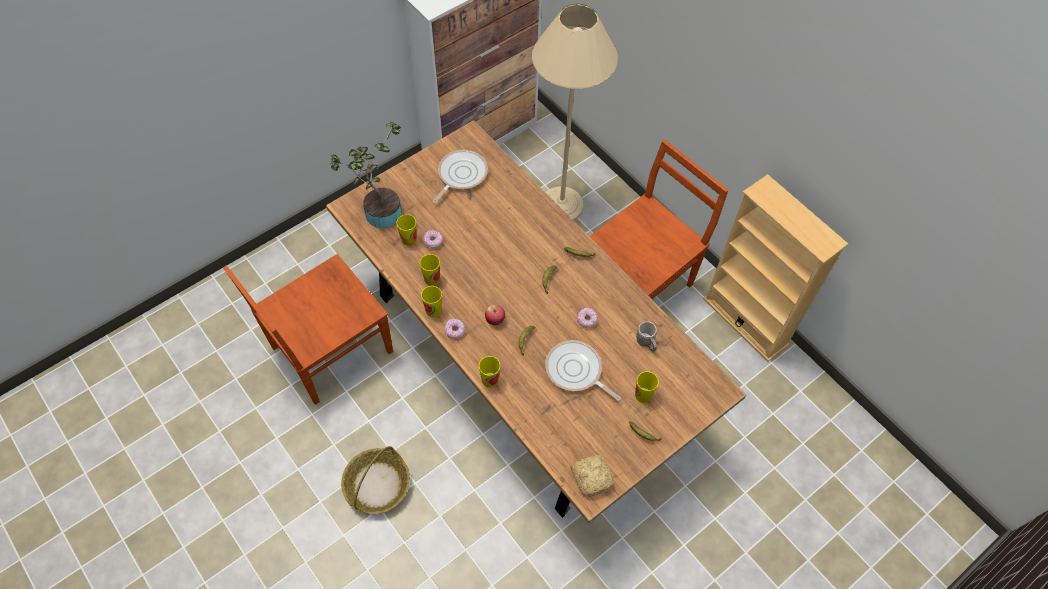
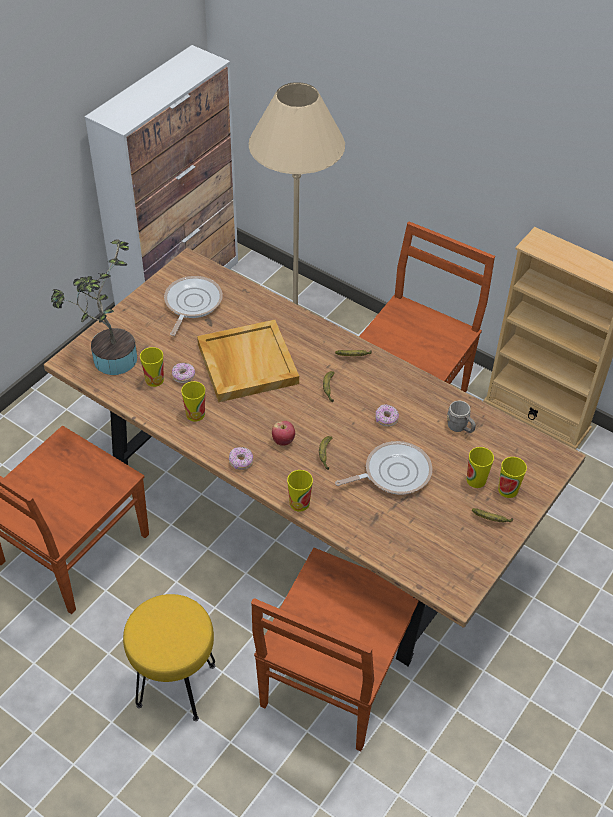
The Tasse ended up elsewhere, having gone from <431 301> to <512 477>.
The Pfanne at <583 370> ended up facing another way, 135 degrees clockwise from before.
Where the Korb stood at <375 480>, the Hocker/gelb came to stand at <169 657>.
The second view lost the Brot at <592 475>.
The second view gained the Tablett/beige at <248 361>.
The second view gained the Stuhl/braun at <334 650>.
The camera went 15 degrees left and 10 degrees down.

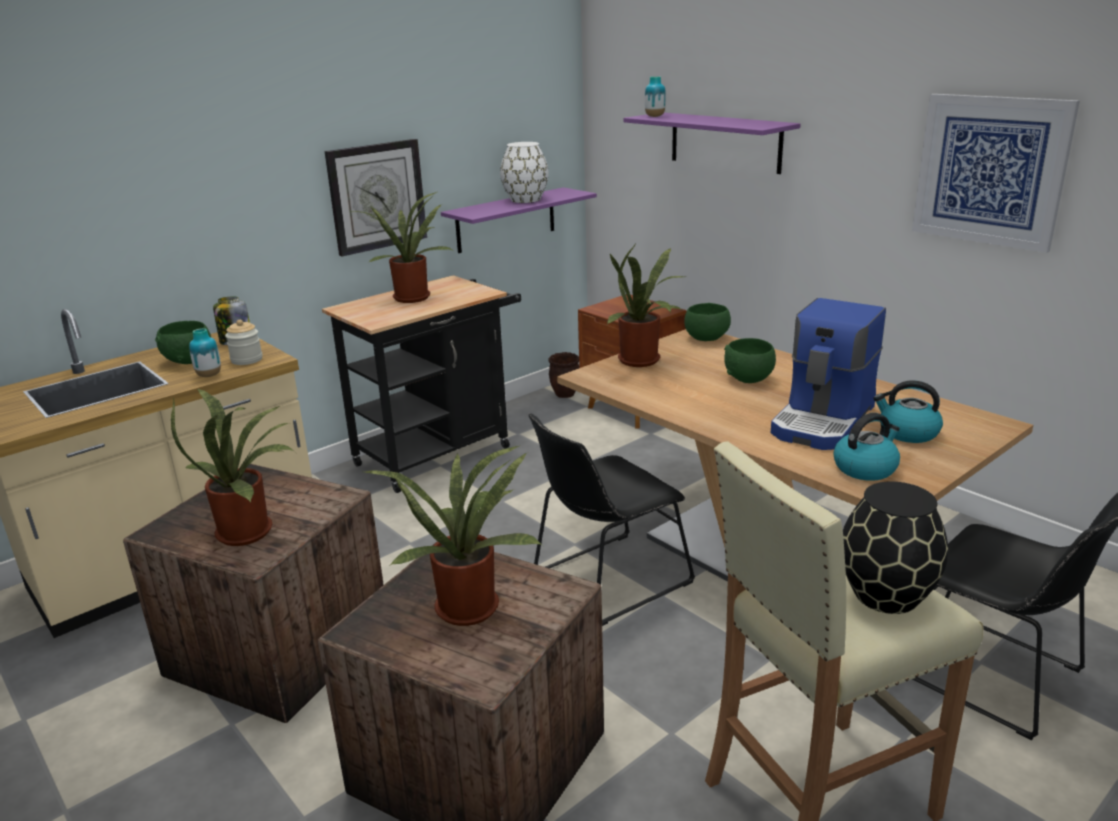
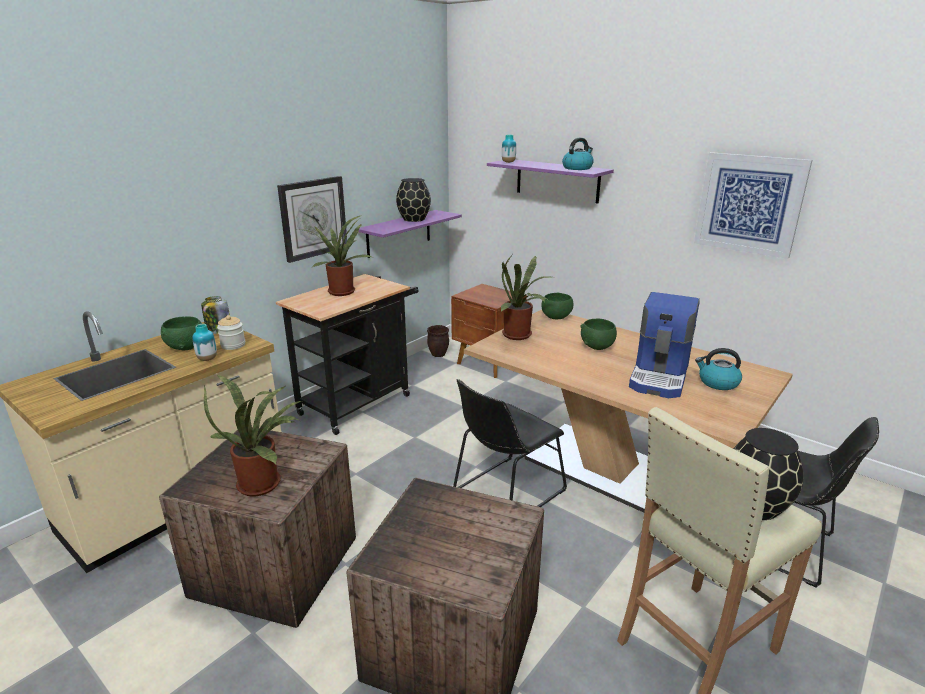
What was the Vase/weiß at <524 172> turned into the Vase/schwarz at <413 200>.
The Wasserkessel ended up elsewhere, having gone from <866 447> to <578 154>.
The second view lost the Topfpflanze at <452 536>.
The camera went 10 degrees left and 0 degrees up.

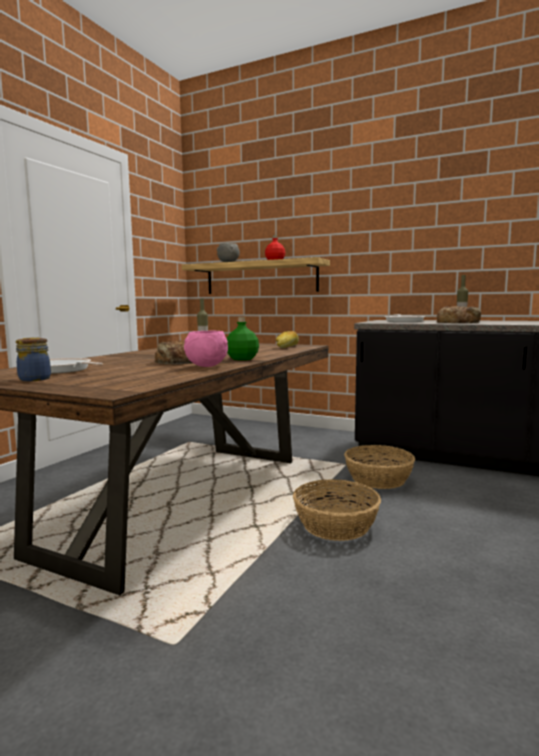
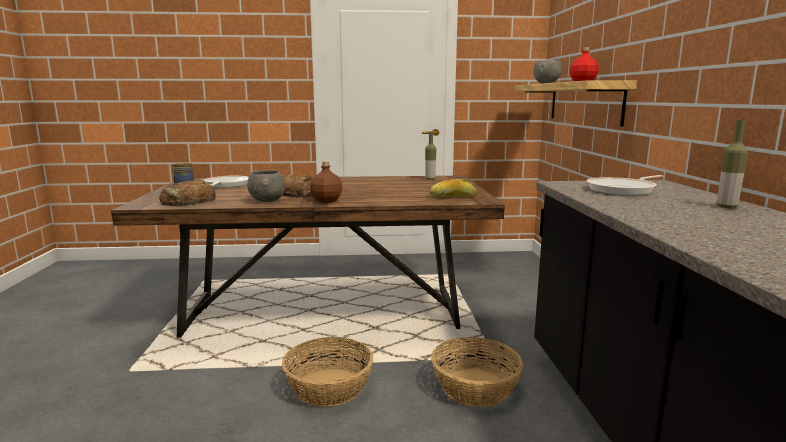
The Brot ended up elsewhere, having gone from <459 314> to <187 192>.
What was the Flasche/grün at <243 338> turned into the Flasche/braun at <326 182>.
What was the Schüssel/rosa at <206 349> turned into the Schüssel/grau at <266 186>.
The camera went 60 degrees right and 5 degrees up.

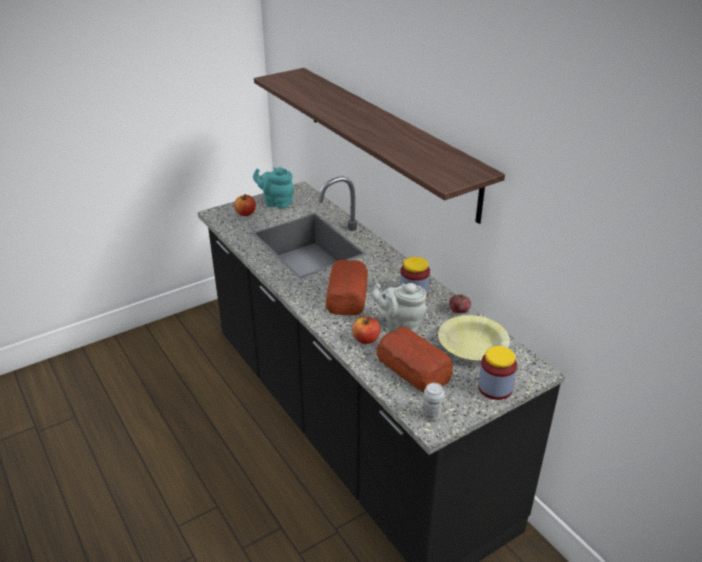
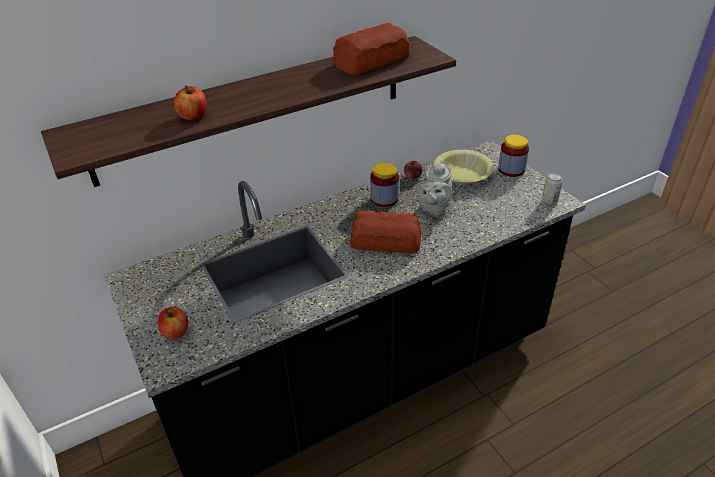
The second view lost the Teekanne/türkis at <273 188>.
The Apfel ended up elsewhere, having gone from <366 330> to <190 102>.
The Brot ended up elsewhere, having gone from <415 359> to <371 49>.
The camera went 85 degrees left and 5 degrees up.

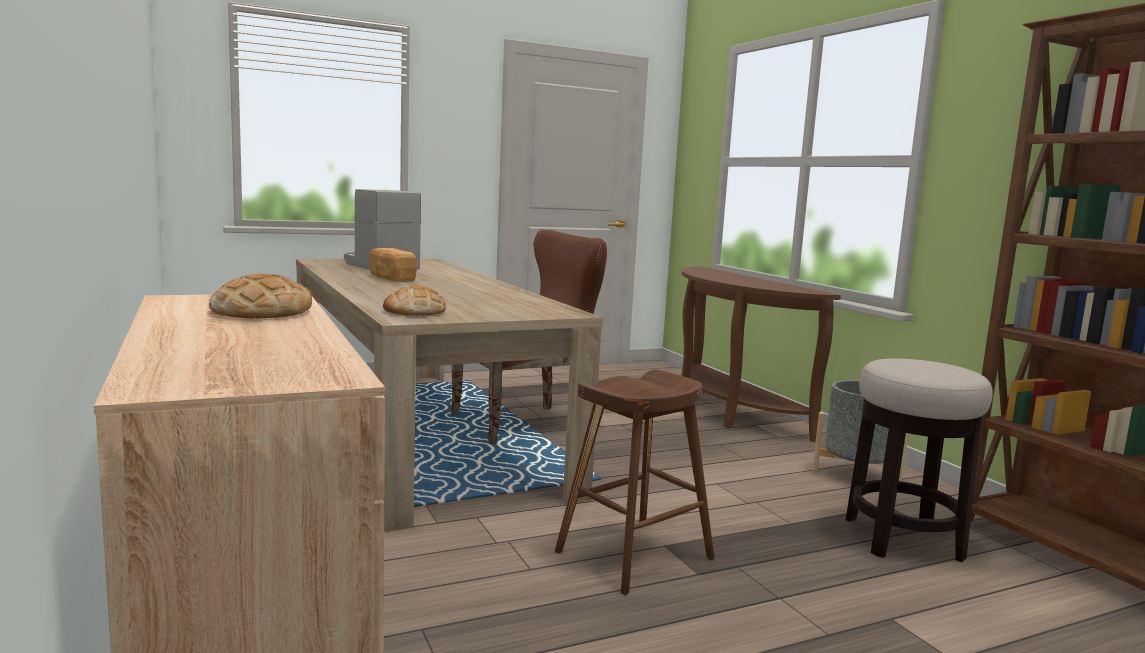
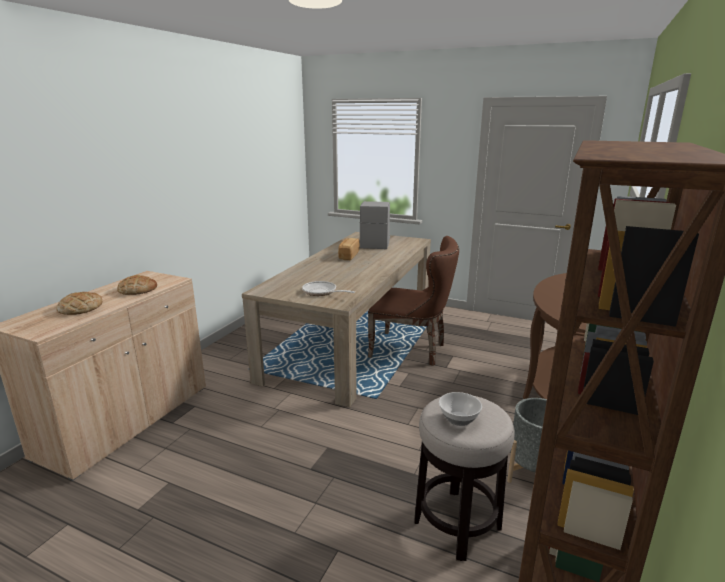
The Brot ended up elsewhere, having gone from <414 300> to <79 303>.
The second view lost the Hocker/braun at <634 482>.
The second view gained the Pfanne at <328 288>.
The second view gained the Schüssel at <460 409>.
The camera went 50 degrees right and 10 degrees up.

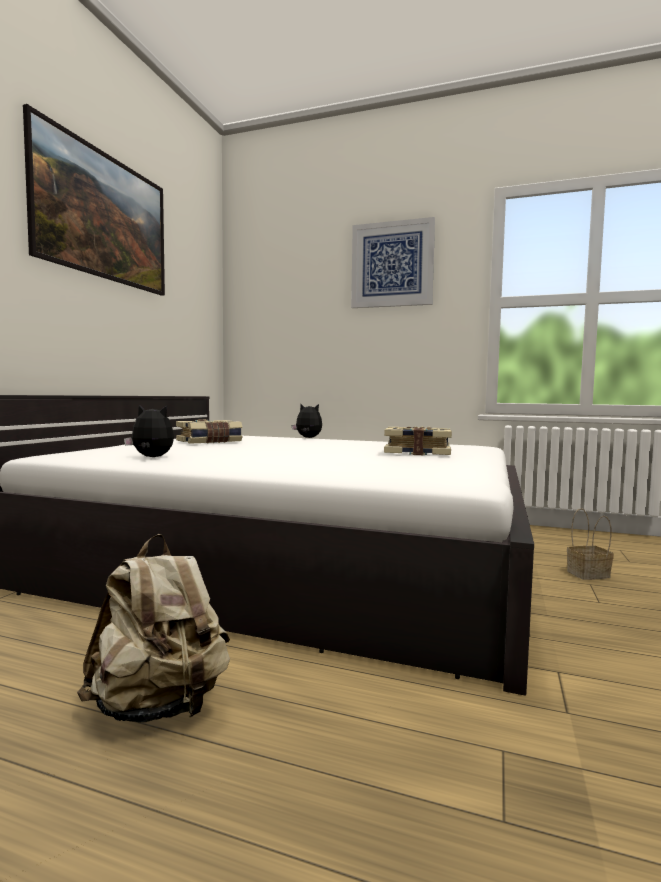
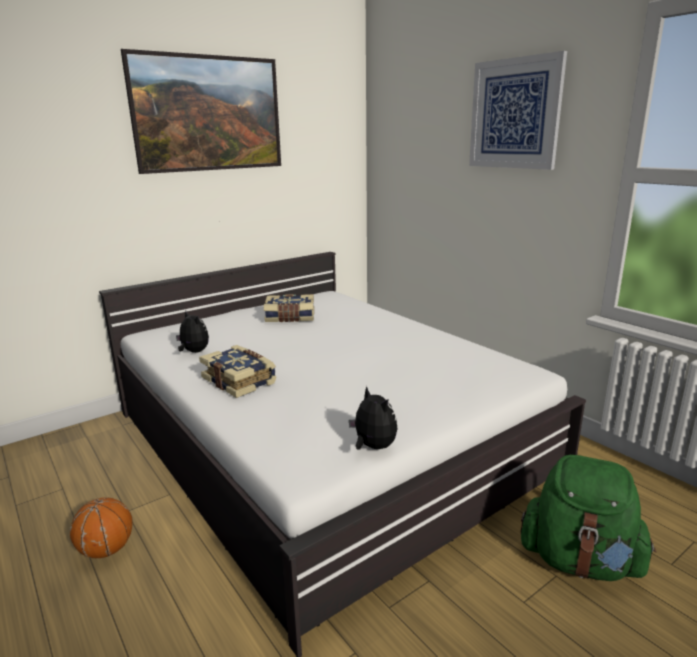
The Plüschtier ended up elsewhere, having gone from <307 421> to <373 418>.
The Buch ended up elsewhere, having gone from <418 440> to <238 371>.
Where the Korb stood at <590 544>, the Rucksack/grün came to stand at <588 518>.
Where the Rucksack/beige stood at <153 628>, the Basketball came to stand at <101 528>.
The camera went 35 degrees right and 15 degrees up.

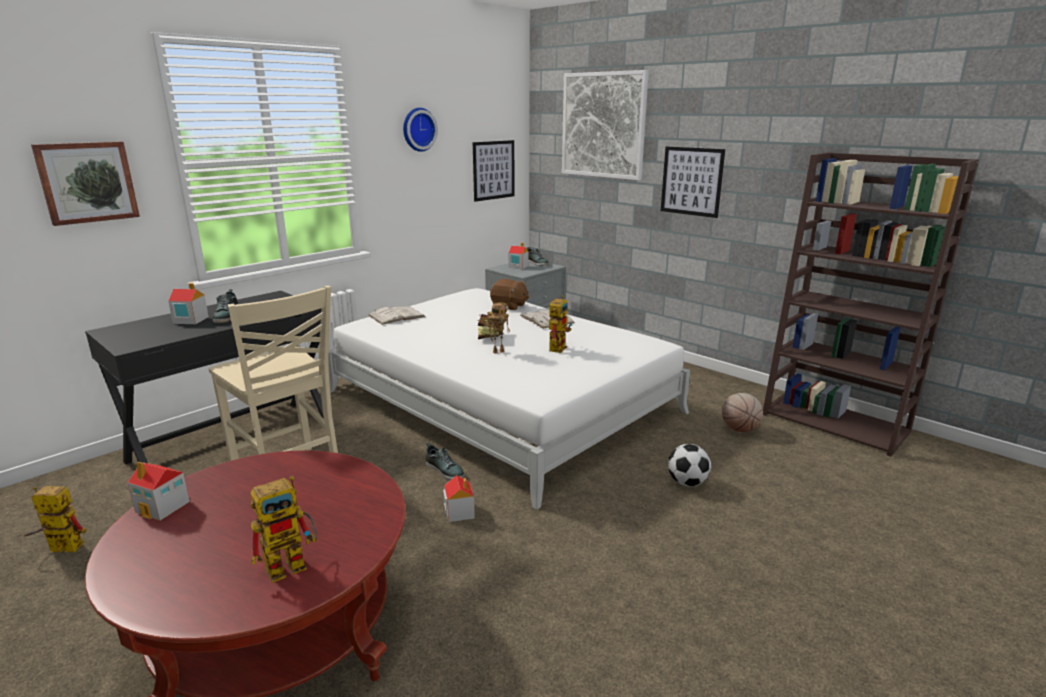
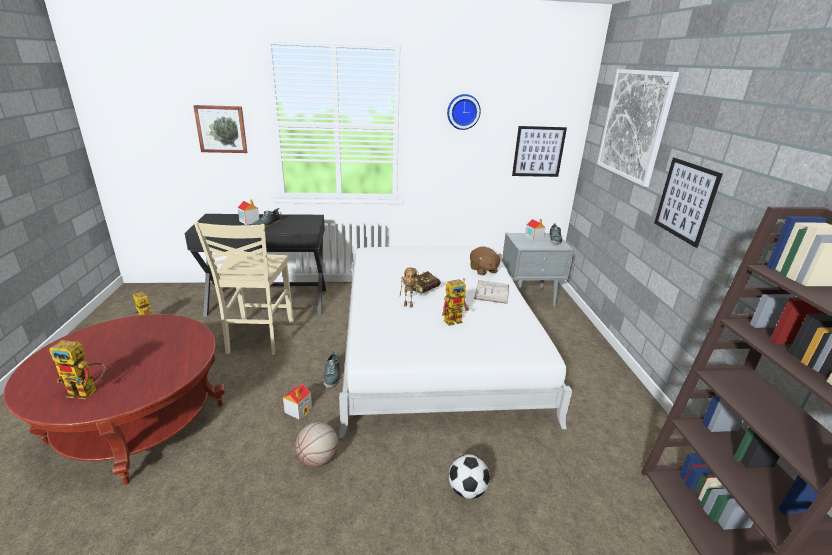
The second view lost the Buch/weiß at <397 315>.
The Basketball ended up elsewhere, having gone from <742 412> to <316 444>.
The second view lost the Spielzeughaus at <159 491>.
The camera went 40 degrees right and 5 degrees up.

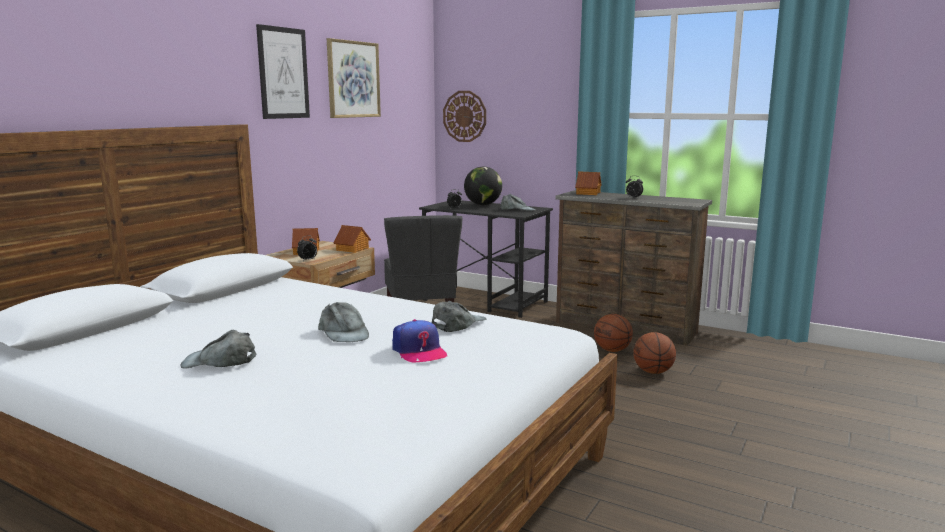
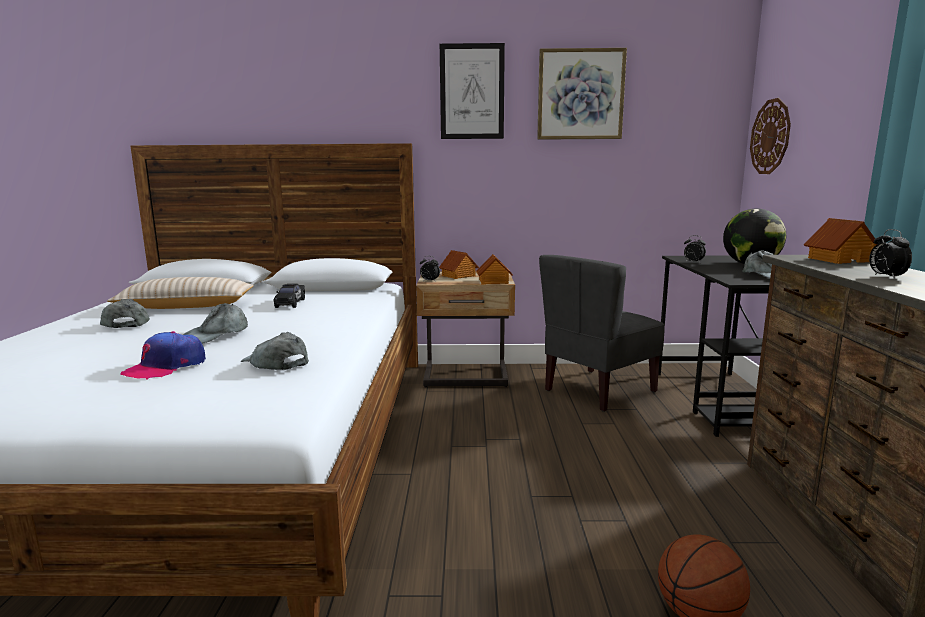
The Kappe/grau at <459 316> ended up facing another way, 150 degrees counterclockwise from before.
The second view lost the Basketball at <613 333>.
The second view gained the Kissen/beige at <180 293>.
The second view gained the Spielzeugauto/schwarz at <289 296>.
The camera went 60 degrees right and 0 degrees up.

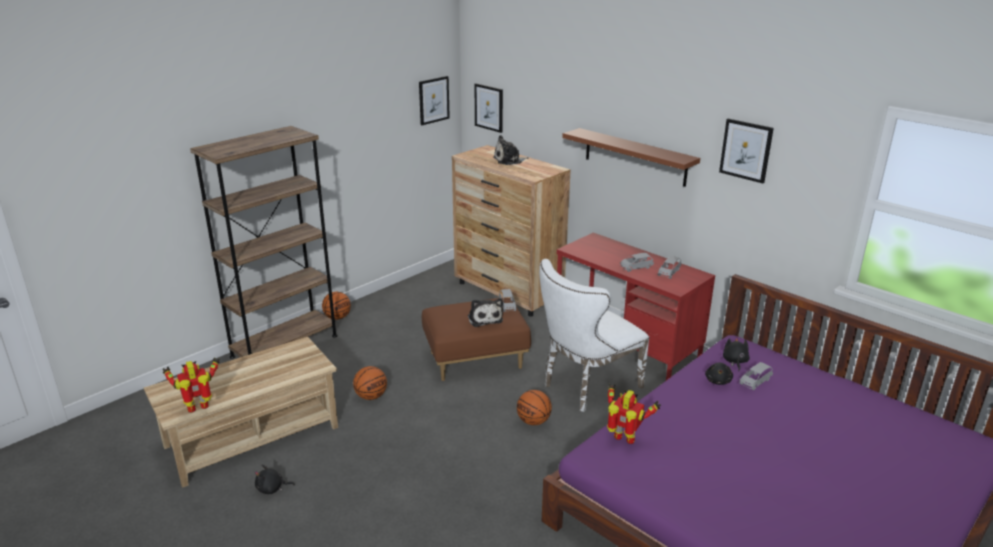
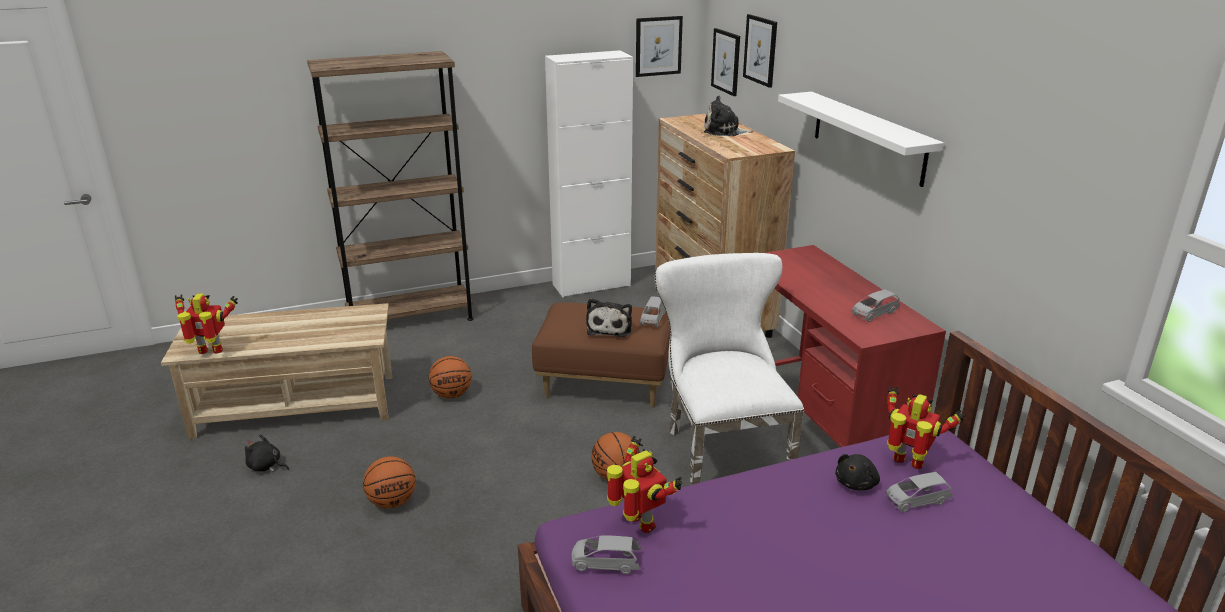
The Bild ended up elsewhere, having gone from <746 151> to <760 51>.
What was the Wandregal/braun at <631 157> turned into the Wandregal/weiß at <861 139>.
The Spielzeugauto/grau ended up elsewhere, having gone from <637 262> to <606 554>.
The Stuhl/weiß at <594 335> ended up facing another way, 90 degrees clockwise from before.
The Basketball ended up elsewhere, having gone from <336 306> to <389 482>.
Where the Plüschtier/schwarz stood at <736 354>, the Spielzeugroboter came to stand at <926 427>.
The second view gained the Schrank/weiß at <589 173>.
The camera went 25 degrees right and 0 degrees up.

